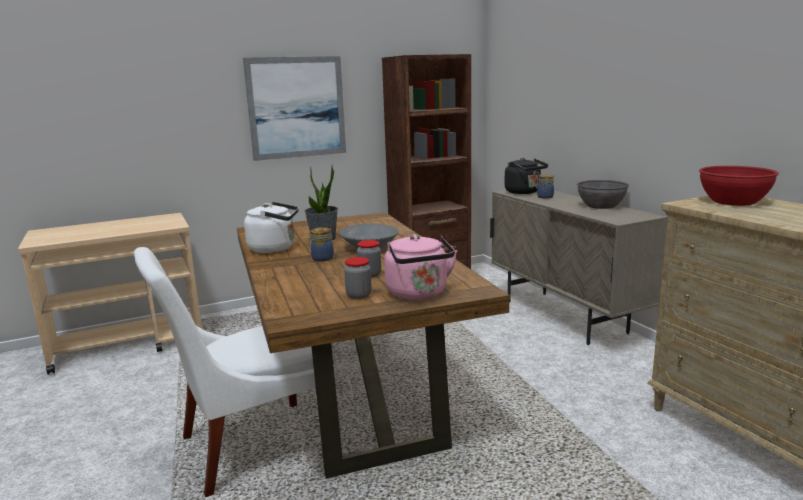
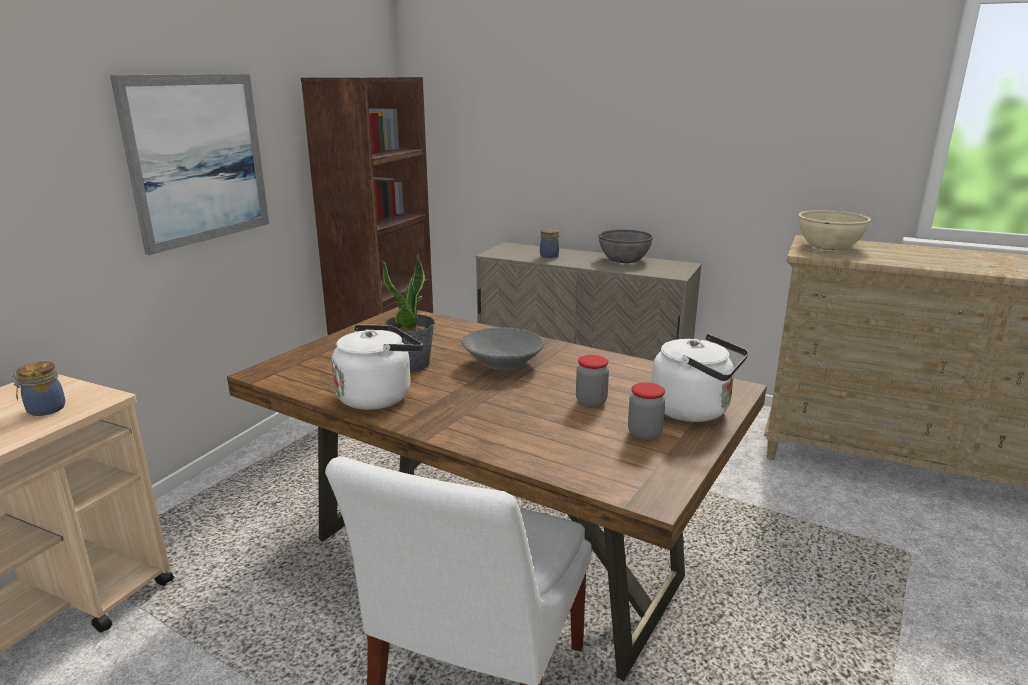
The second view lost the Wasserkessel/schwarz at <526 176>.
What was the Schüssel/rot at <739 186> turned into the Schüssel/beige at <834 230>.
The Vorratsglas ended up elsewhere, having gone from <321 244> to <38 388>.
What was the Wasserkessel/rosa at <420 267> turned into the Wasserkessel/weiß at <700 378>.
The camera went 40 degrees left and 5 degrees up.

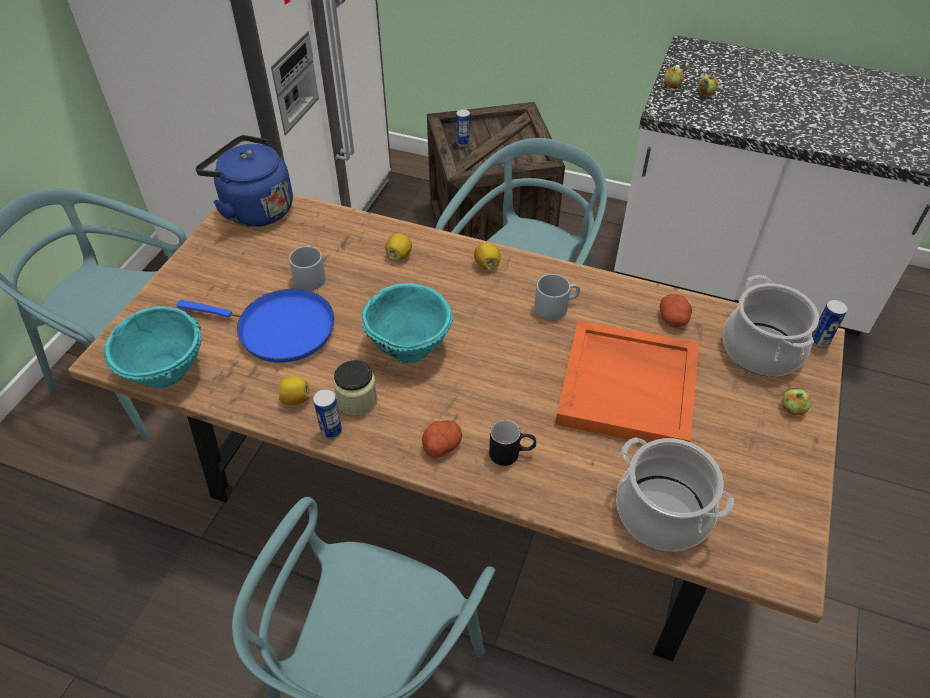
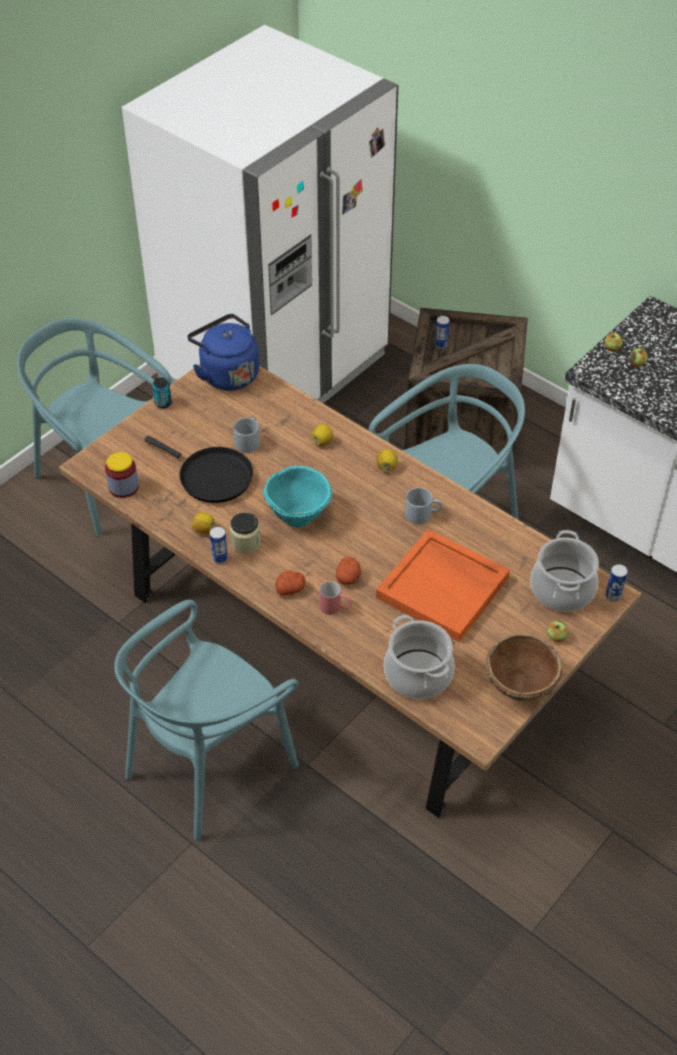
What was the Pfanne/blau at <255 326> turned into the Pfanne/schwarz at <198 469>.
The Kartoffel ended up elsewhere, having gone from <676 310> to <348 571>.
Where the Schüssel/türkis stood at <153 347>, the Vorratsglas came to stand at <122 475>.
What was the Henkelbecher/schwarz at <512 443> turned into the Henkelbecher/rot at <335 598>.
The second view gained the Dose at <162 392>.
The second view gained the Schüssel/braun at <523 667>.
The camera went 20 degrees right and 0 degrees up.

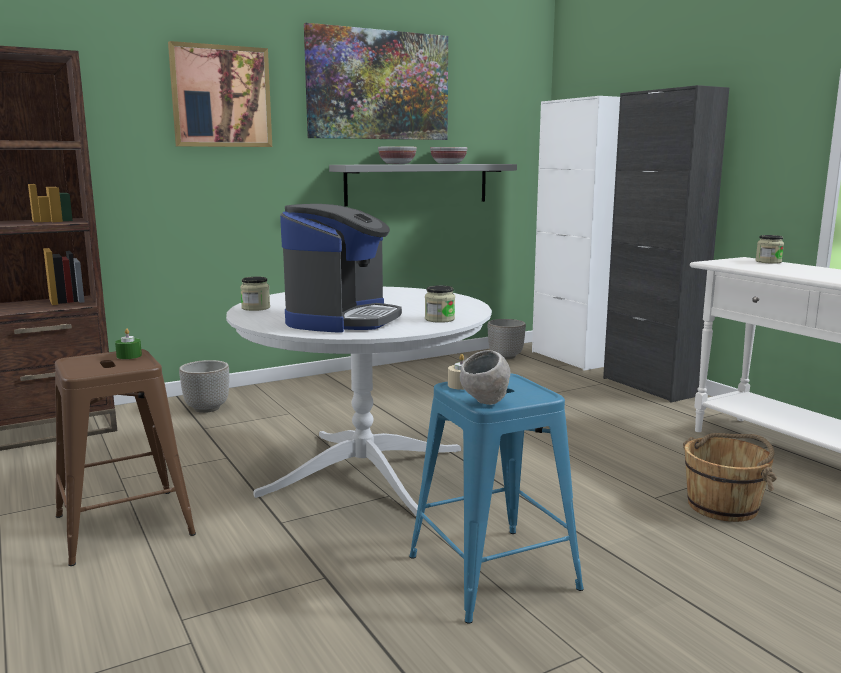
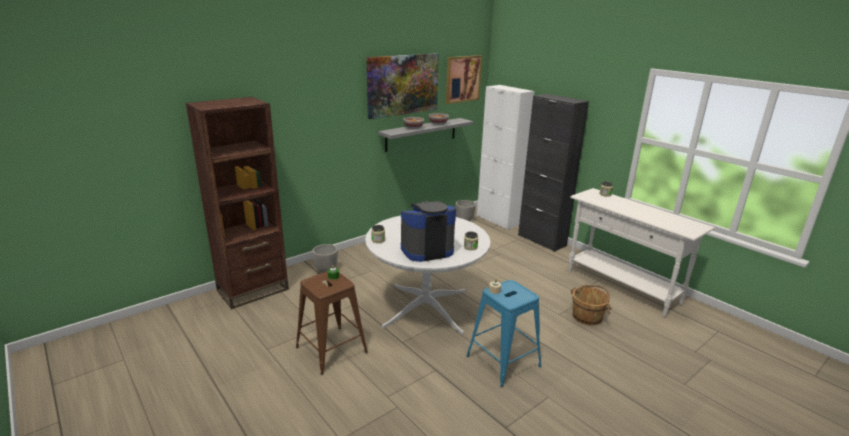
The Bild ended up elsewhere, having gone from <220 94> to <464 79>.
The Kaffeemaschine at <341 268> ended up facing another way, 120 degrees counterclockwise from before.
The second view lost the Schüssel/grau at <485 377>.
The camera went 10 degrees left and 10 degrees up.

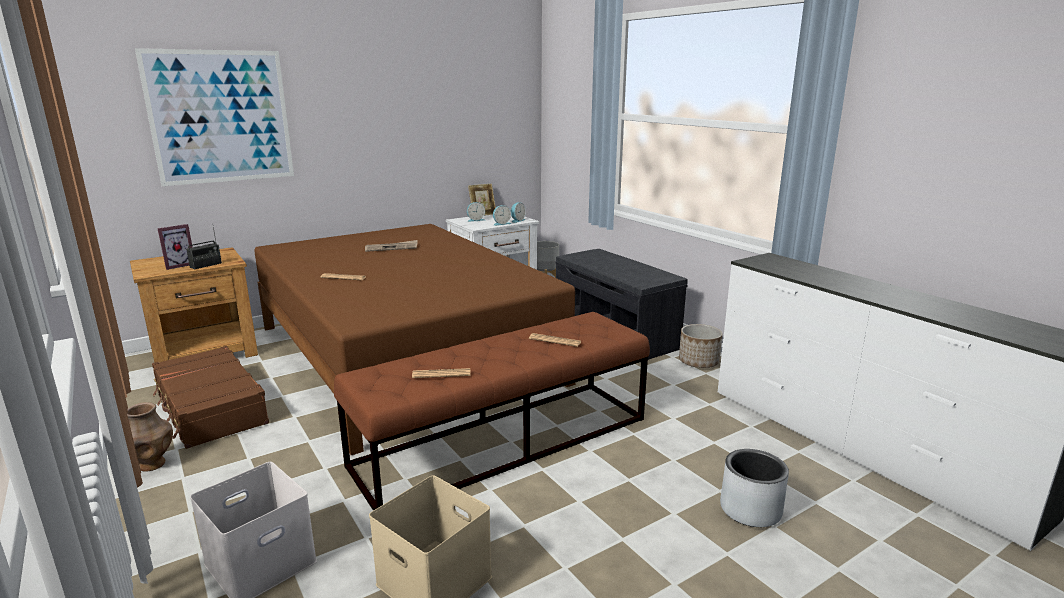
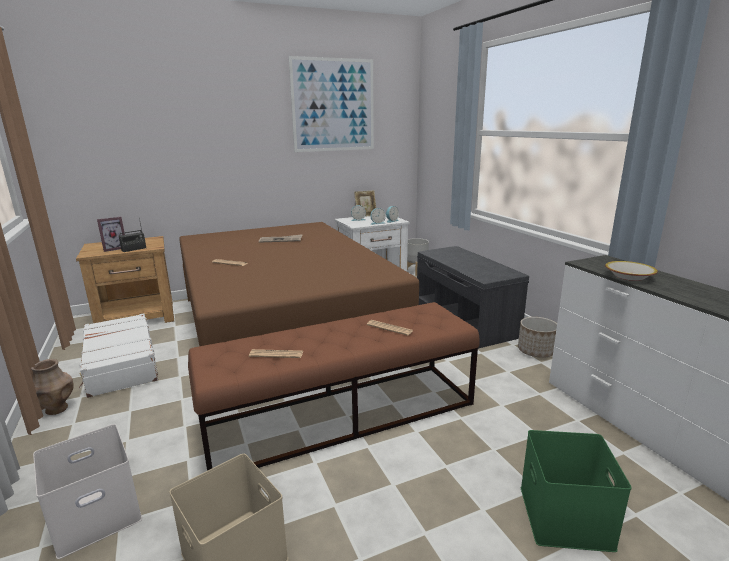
The Bild ended up elsewhere, having gone from <214 117> to <331 104>.
What was the Koffer/braun at <210 397> turned into the Koffer/weiß at <118 355>.
Where the Pflanzkübel/grau stood at <754 488>, the Aufbewahrungsbox/grün came to stand at <576 491>.
The second view gained the Schüssel at <631 271>.
The camera went 10 degrees right and 0 degrees up.

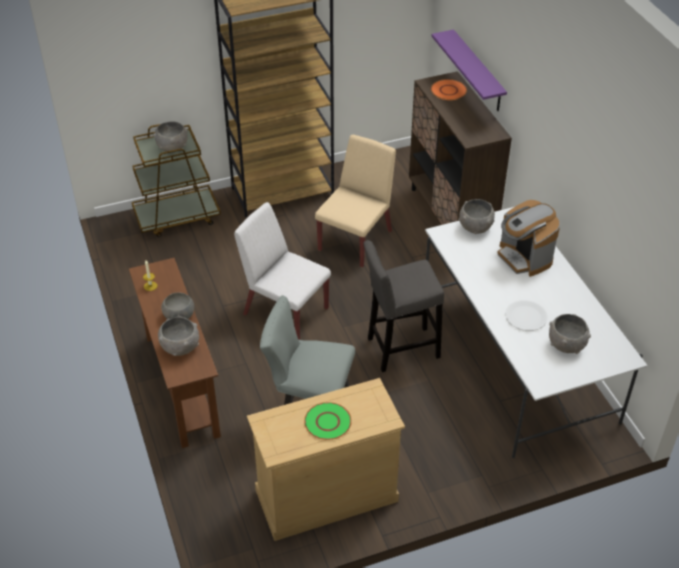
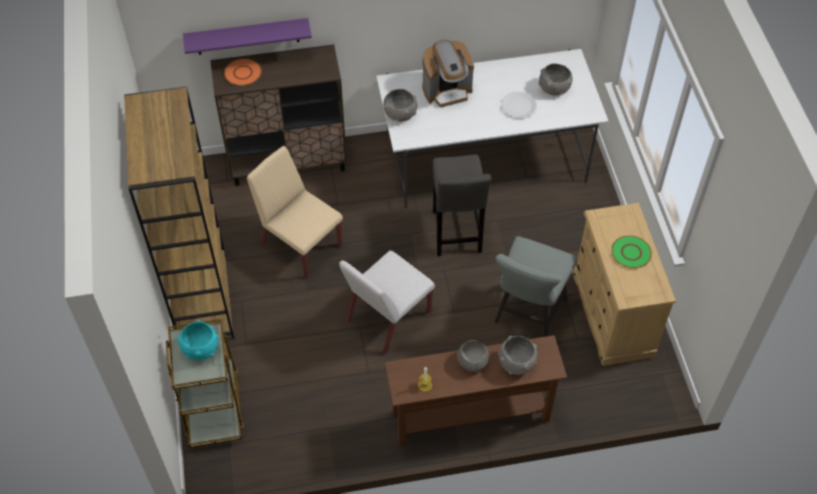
What was the Schüssel/grau at <170 136> turned into the Schüssel/türkis at <197 340>.
The camera went 80 degrees left and 10 degrees up.

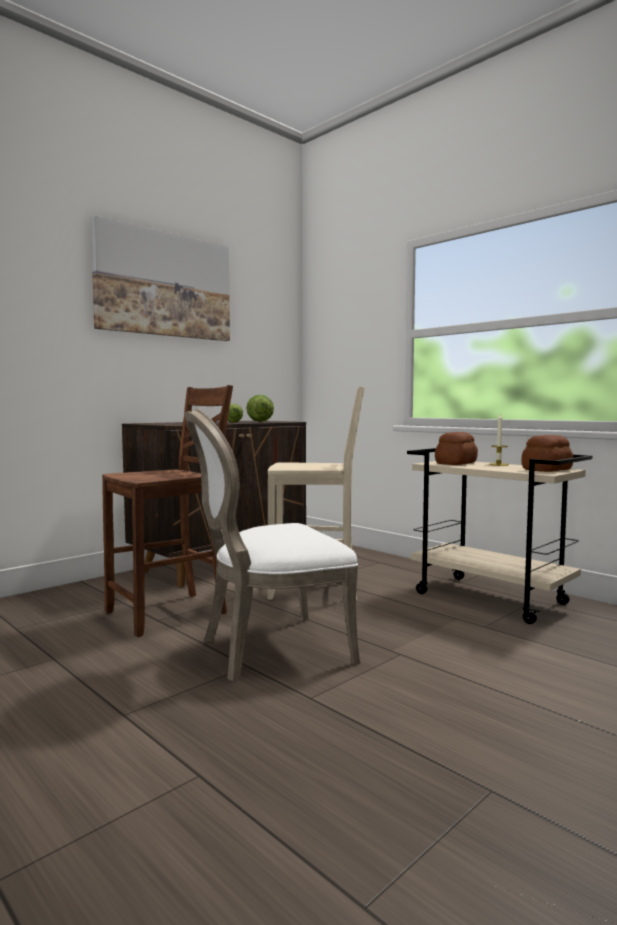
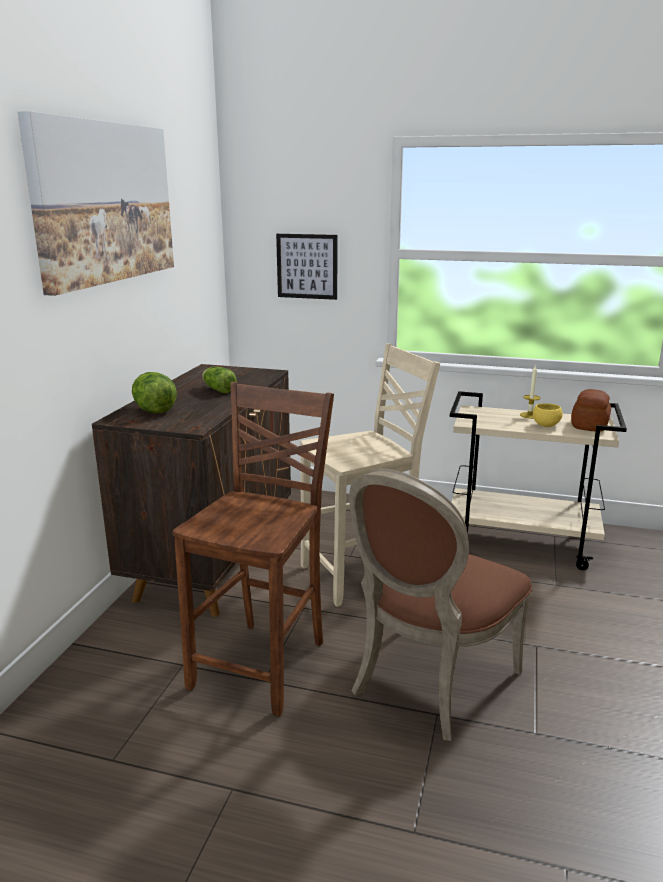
The Salatkopf ended up elsewhere, having gone from <260 408> to <154 392>.
What was the Stuhl/weiß at <272 545> turned into the Stuhl/braun at <440 605>.
The second view lost the Brot at <456 448>.
The second view gained the Bild at <306 267>.
The second view gained the Schüssel/gelb at <547 415>.
The camera went 30 degrees left and 15 degrees up.

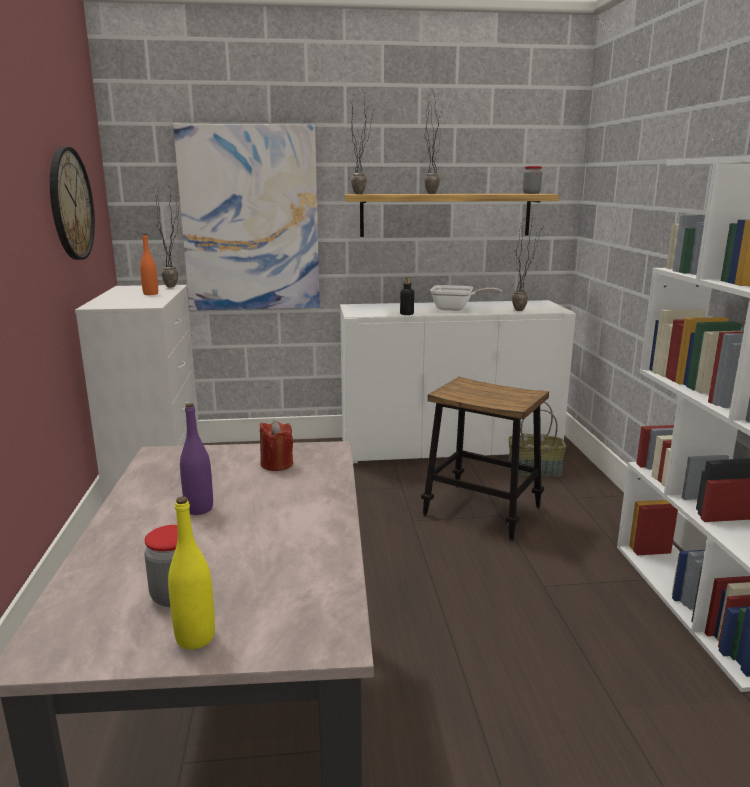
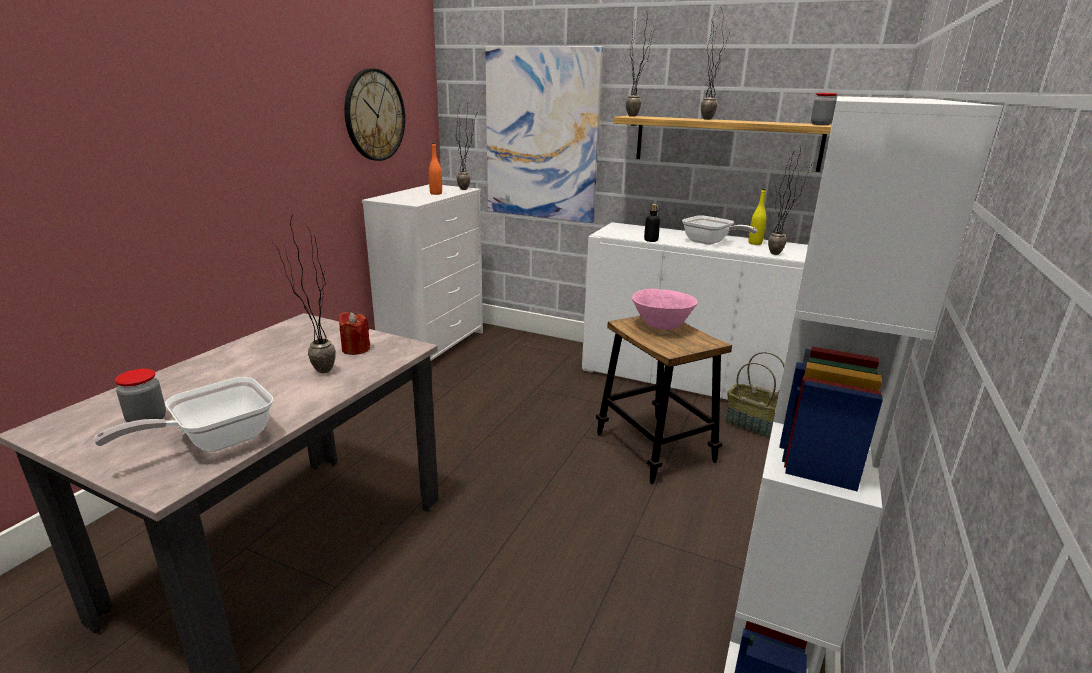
The second view lost the Flasche/lila at <196 459>.
The Flasche/gelb ended up elsewhere, having gone from <191 573> to <757 217>.
The second view gained the Topfpflanze at <304 293>.
The second view gained the Schüssel/rosa at <665 309>.
The second view gained the Pfanne at <183 414>.
The camera went 30 degrees right and 5 degrees up.

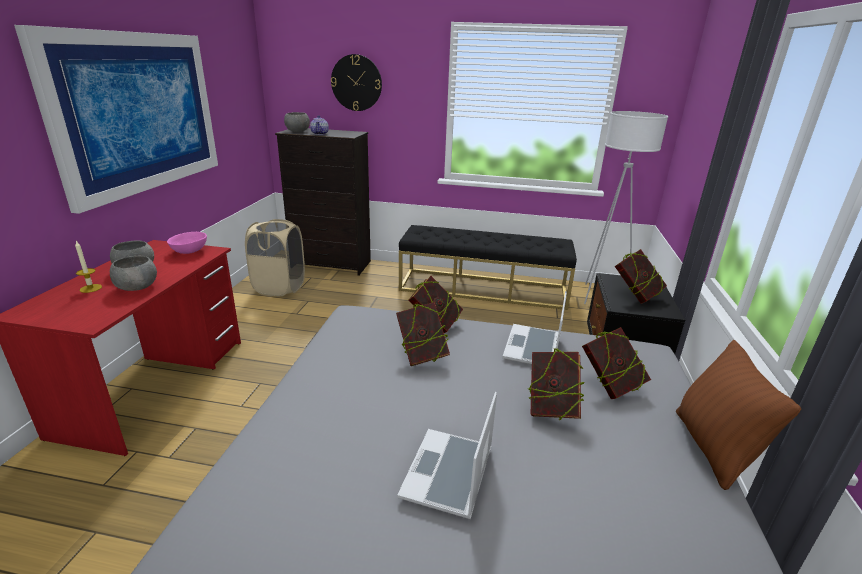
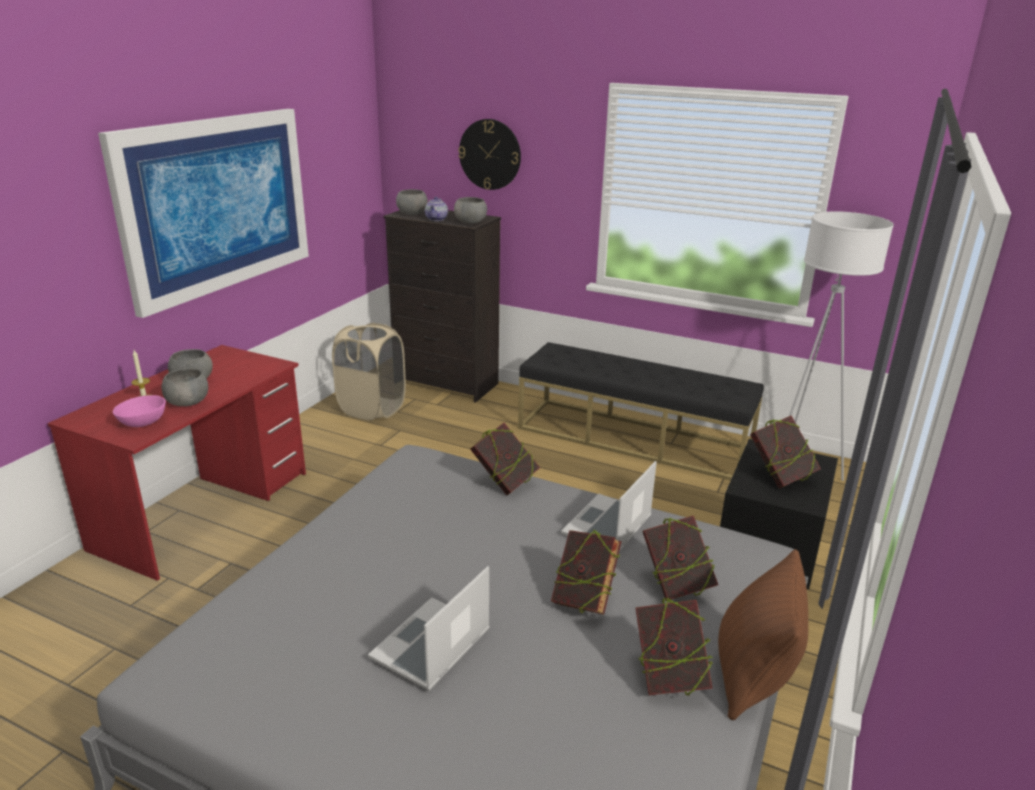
The Schüssel/rosa ended up elsewhere, having gone from <187 243> to <139 411>.
The Buch ended up elsewhere, having gone from <423 334> to <674 647>.
The second view gained the Schüssel/grau at <470 210>.
The camera went 15 degrees right and 0 degrees up.

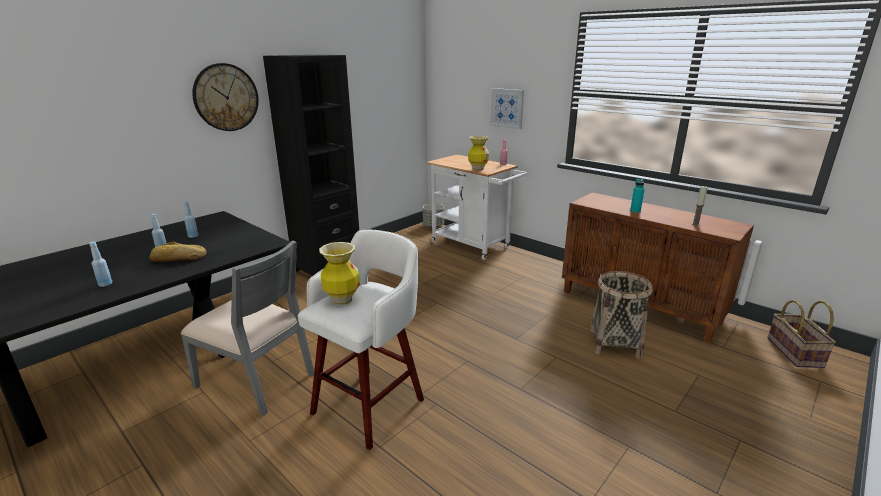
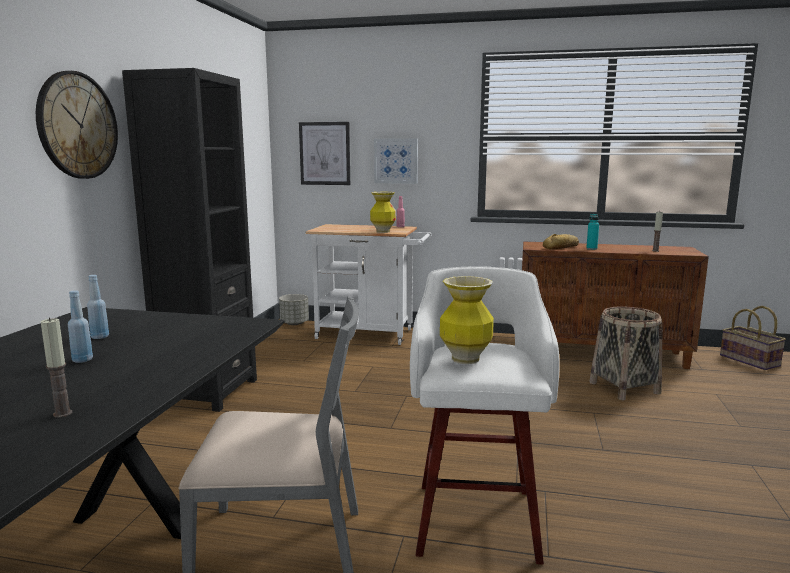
Where the Flasche/blau stood at <100 264>, the Kerze came to stand at <56 368>.
The Brot ended up elsewhere, having gone from <177 252> to <561 242>.
The second view gained the Bild at <324 153>.
The camera went 30 degrees left and 10 degrees down.

